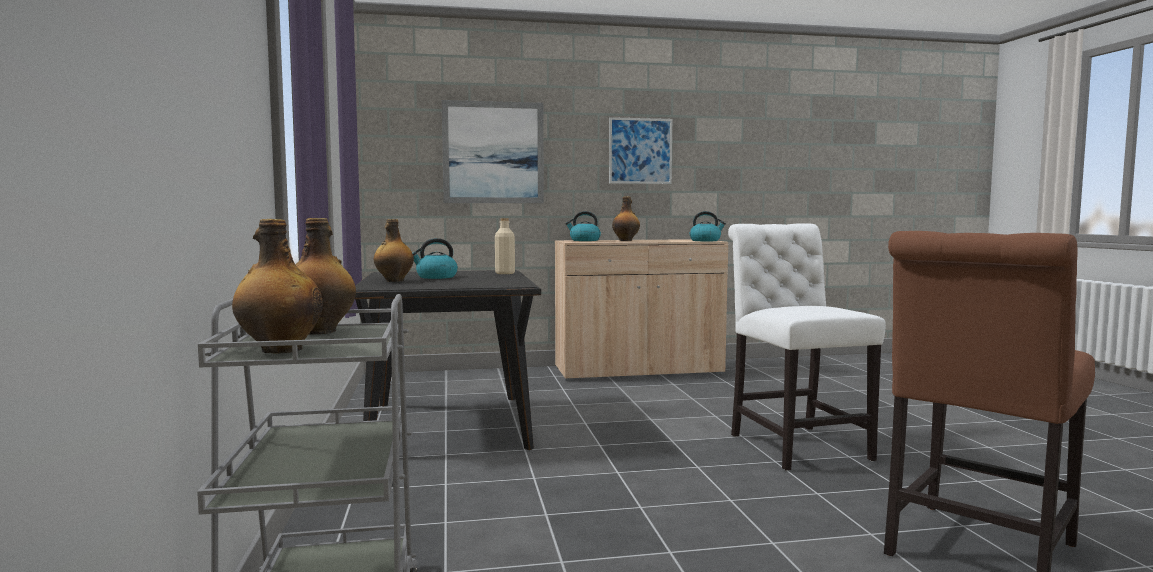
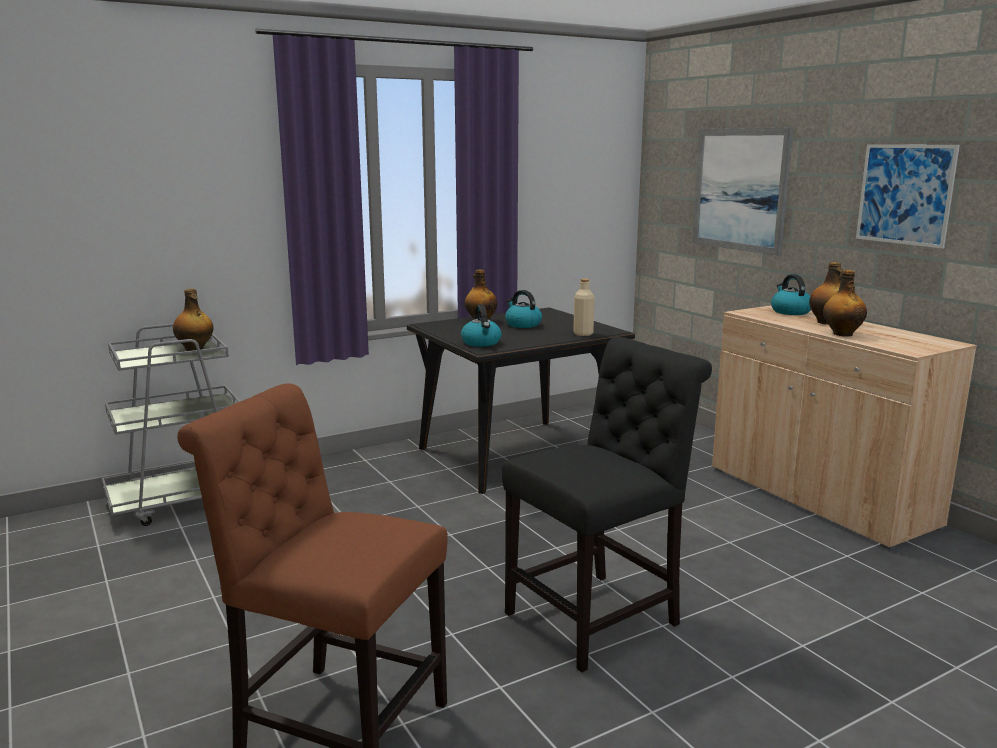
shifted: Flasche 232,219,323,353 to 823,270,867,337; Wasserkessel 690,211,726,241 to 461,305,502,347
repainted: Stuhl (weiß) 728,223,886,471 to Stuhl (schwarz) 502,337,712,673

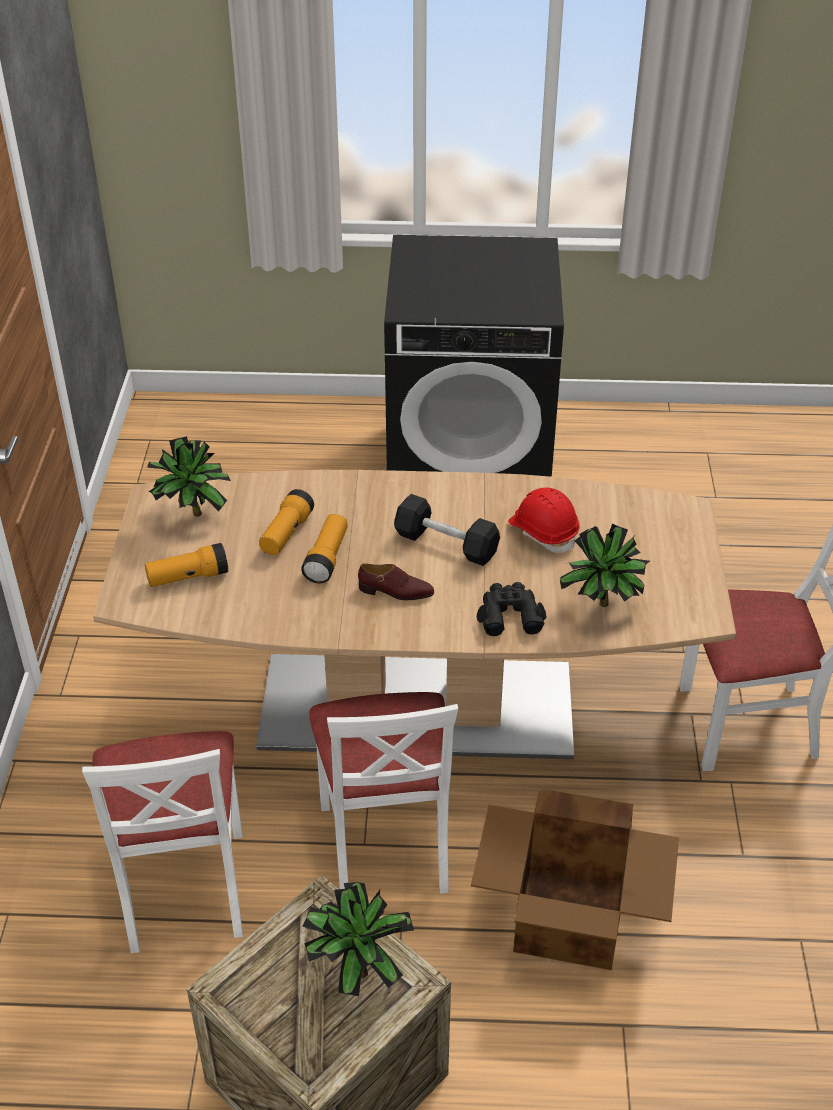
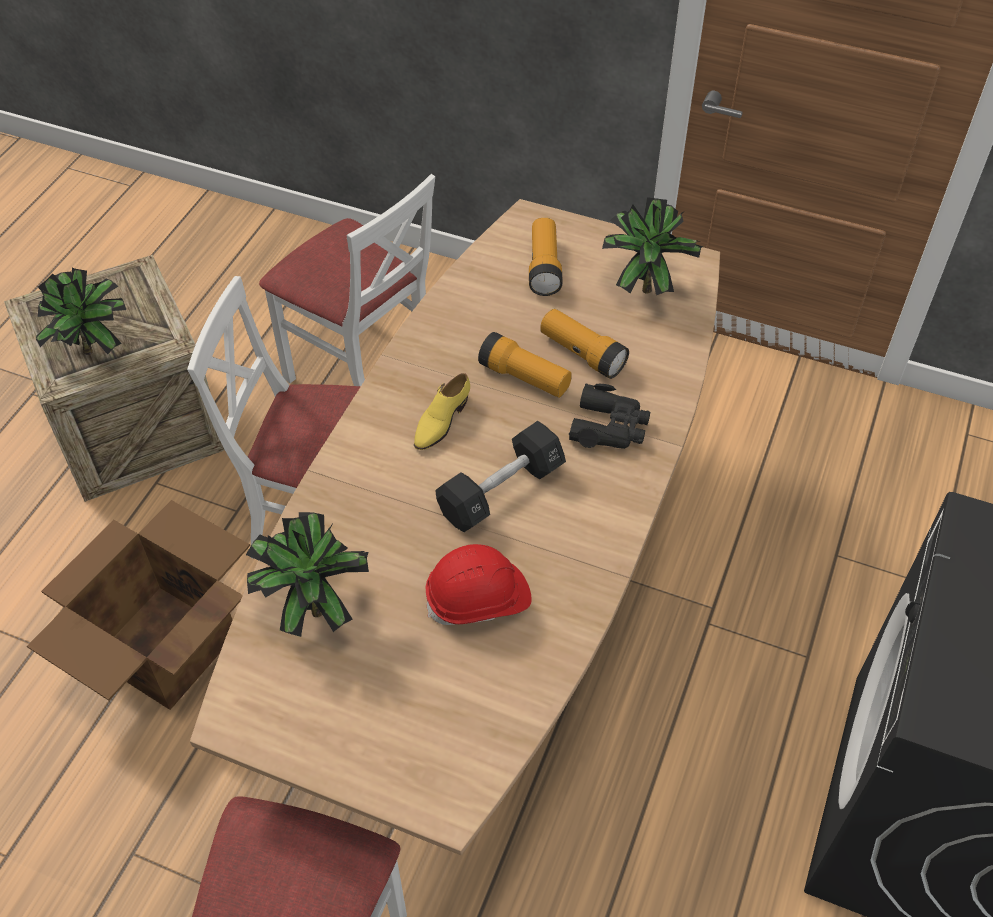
shifted: Fernglas (schwarz) 477,582,546,636 to 569,383,650,449
repainted: Schuh (braun) 358,563,434,601 to Schuh (gelb) 414,373,470,450
rotated: Stuhl (weiß) 82,731,243,953 = 259,174,435,386 150 degrees counterclockwise

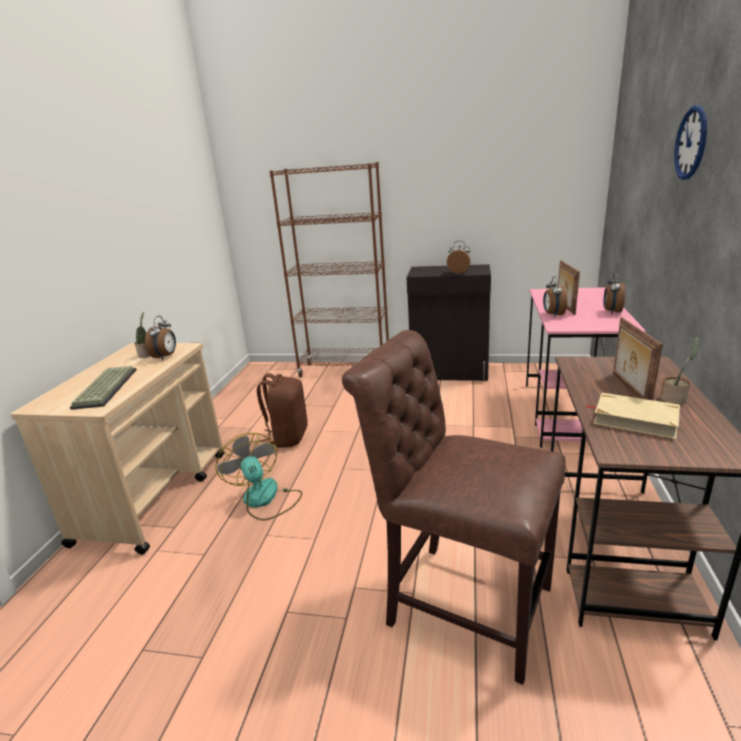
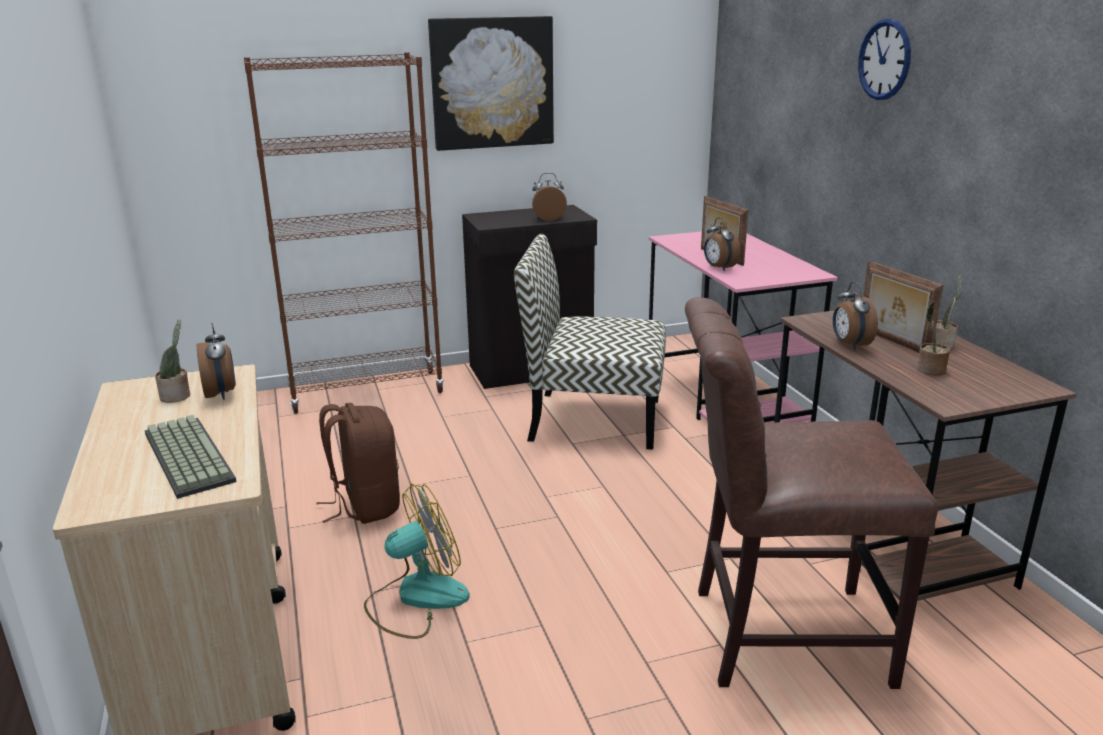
new: Bild 428,16,554,151; Stuhl 514,234,666,450
shifted: Wecker 603,273,625,314 to 833,281,878,350
swapped: Buch (beige) 585,393,680,439 to Topfpflanze 917,302,950,376
rotated: Ventilator 215,433,302,520 = 364,484,470,639 120 degrees clockwise

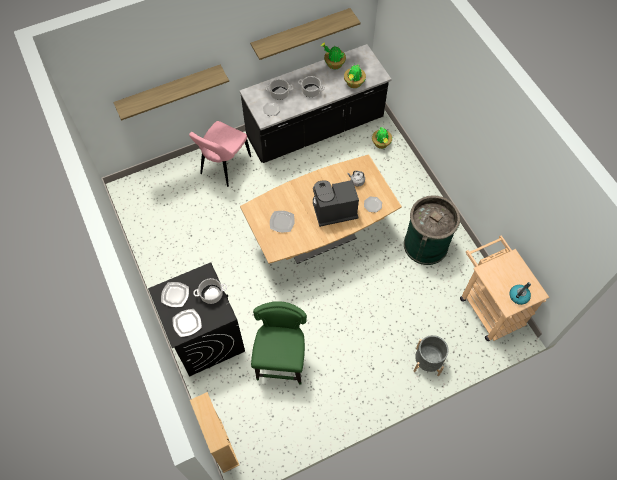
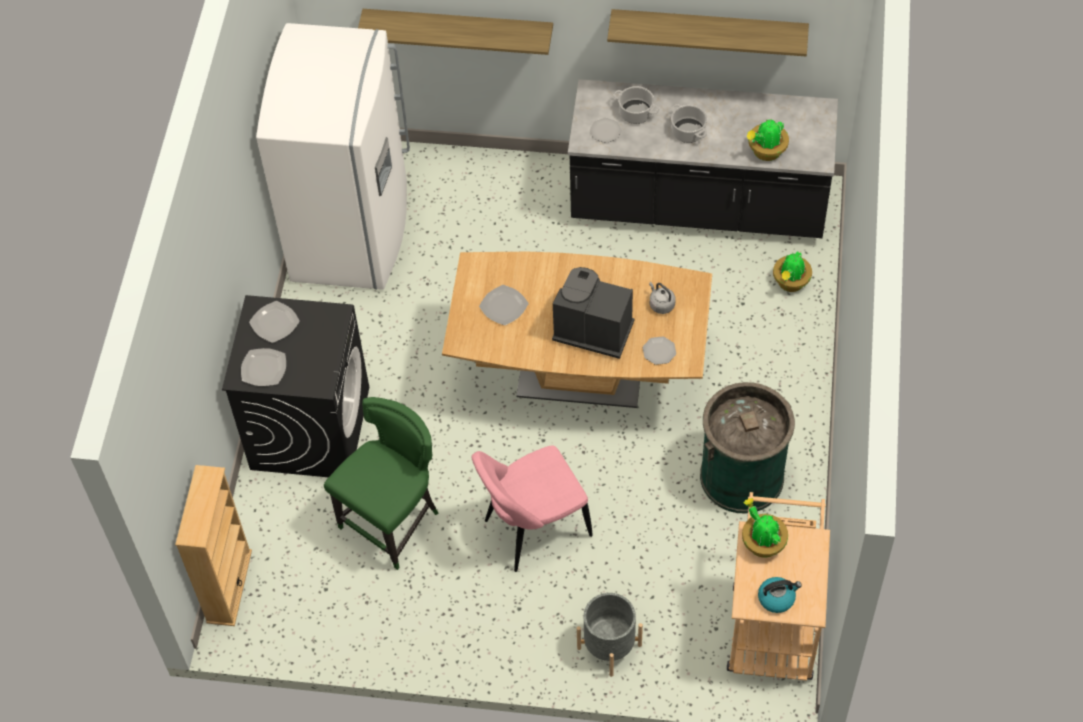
gone: Kochtopf 193,278,227,304
new: Kühlschrank (weiß) 256,23,410,290
shifted: Stuhl (rosa) 189,121,251,187 to 472,445,593,572; Topfpflanze 321,43,346,69 to 742,498,788,558

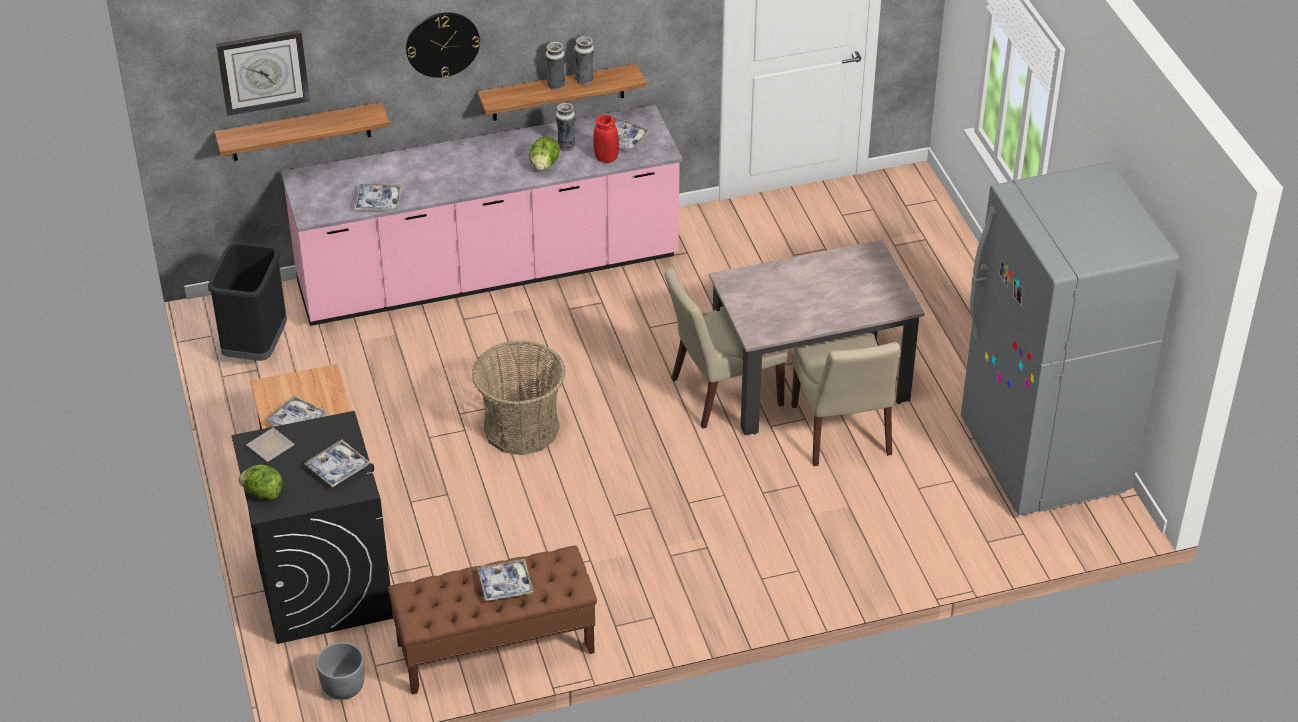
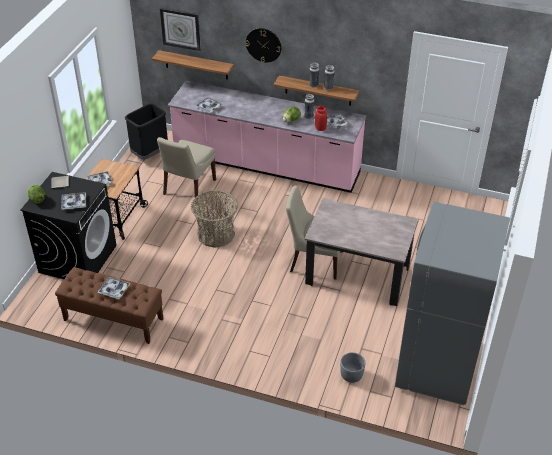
shifted: Pflanzkübel (grau) 316,642,365,700 to 340,352,365,383; Stuhl (beige) 791,333,900,466 to 157,137,216,203

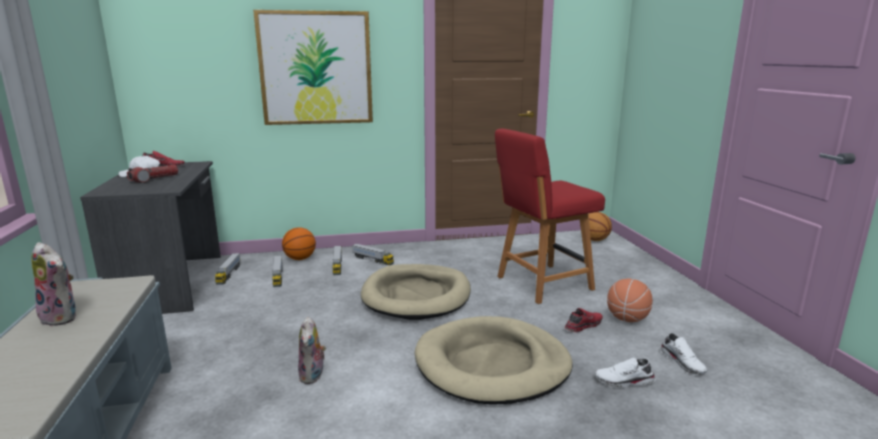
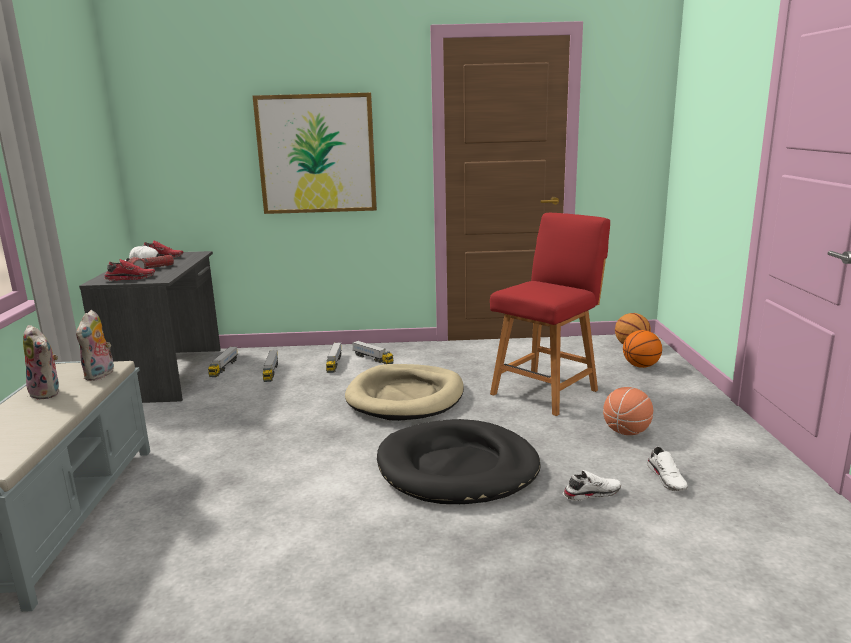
shifted: Basketball 282,227,316,260 to 623,330,662,368; Plüschtier 298,316,326,384 to 76,310,114,381; Schuh (rot) 565,308,603,332 to 104,259,155,281
repainted: Hundebett (beige) 414,316,573,405 to Hundebett (schwarz) 377,419,541,504
rotated: Stuhl (rot) 495,129,605,304 = 490,213,610,416 150 degrees clockwise; Schuh (weiß) 595,357,656,388 = 563,470,621,501 150 degrees clockwise

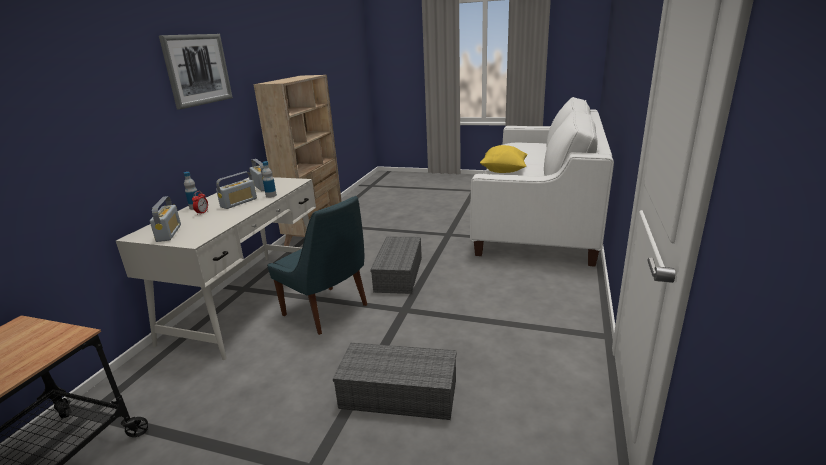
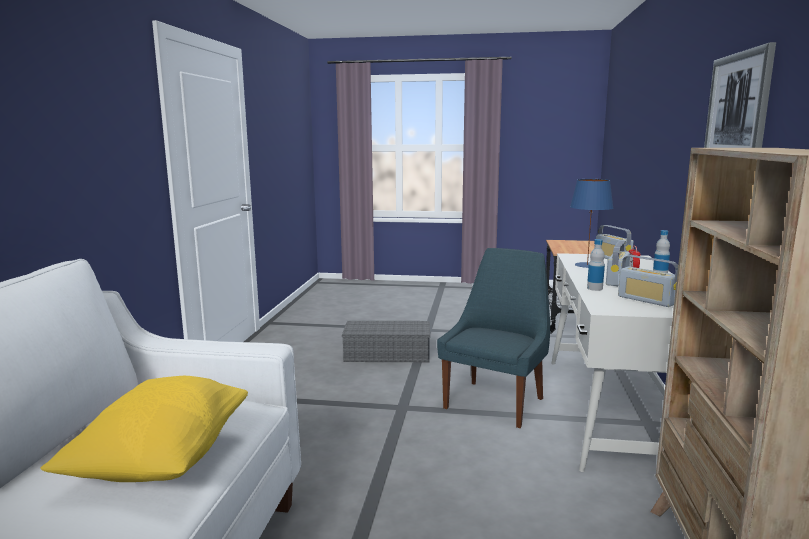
gone: Aufbewahrungsbox (grau) 370,236,422,294
new: Tischlampe (blau) 570,179,614,268
rotated: Stuhl (blau) 267,196,367,335 = 437,248,550,428 90 degrees clockwise

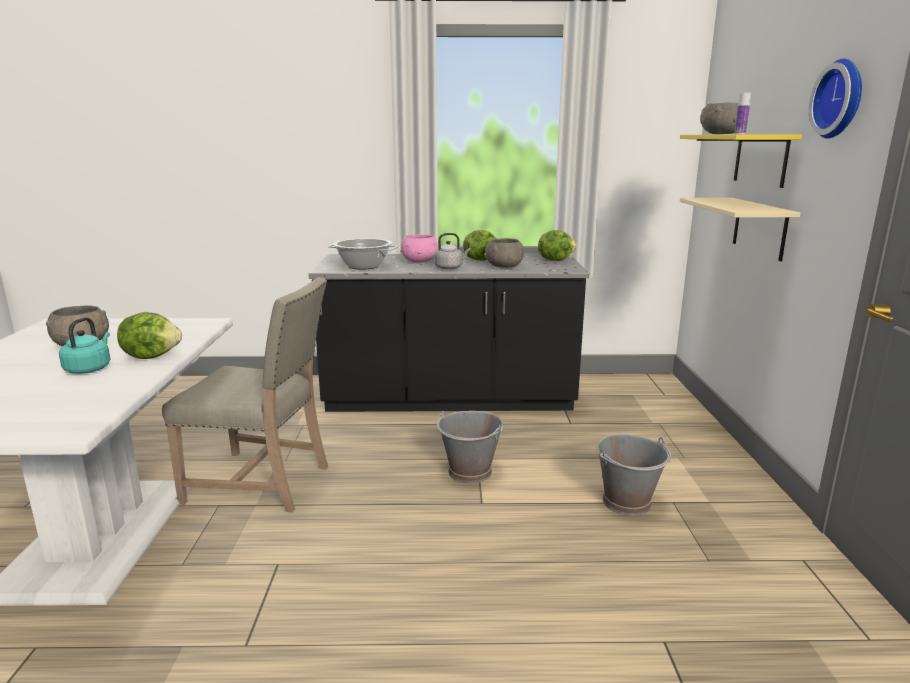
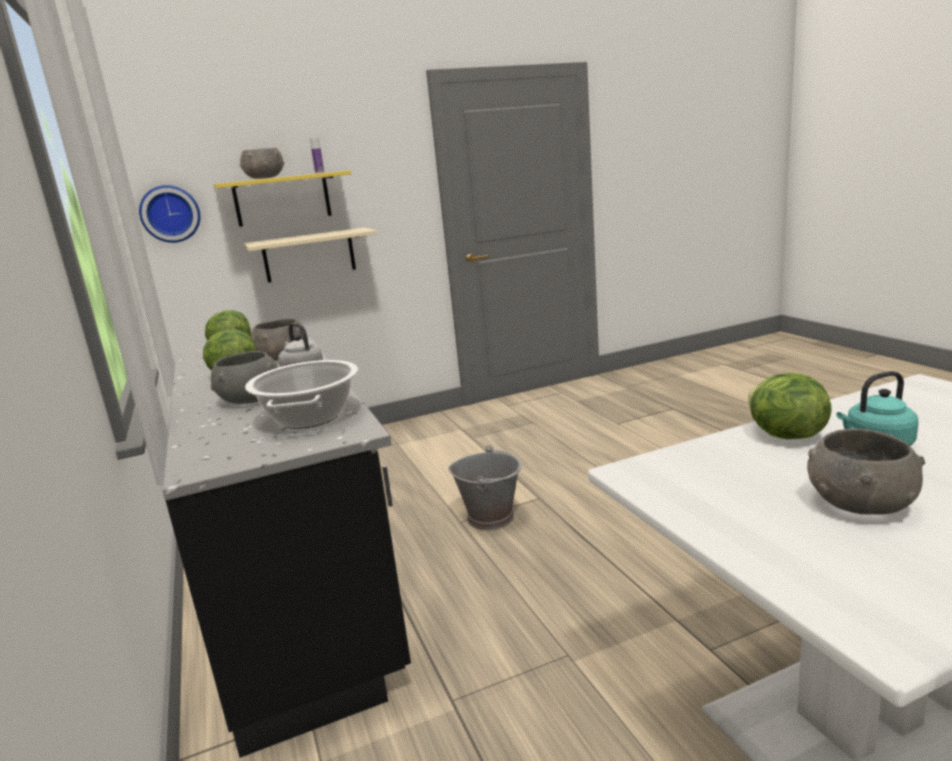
gone: Stuhl (beige) 162,277,328,513; Eimer (grau) 597,434,671,516
shifted: Wanduhr 809,59,862,139 to 139,185,200,243
repainted: Schüssel (rosa) 400,234,439,262 to Schüssel (grau) 210,351,278,404

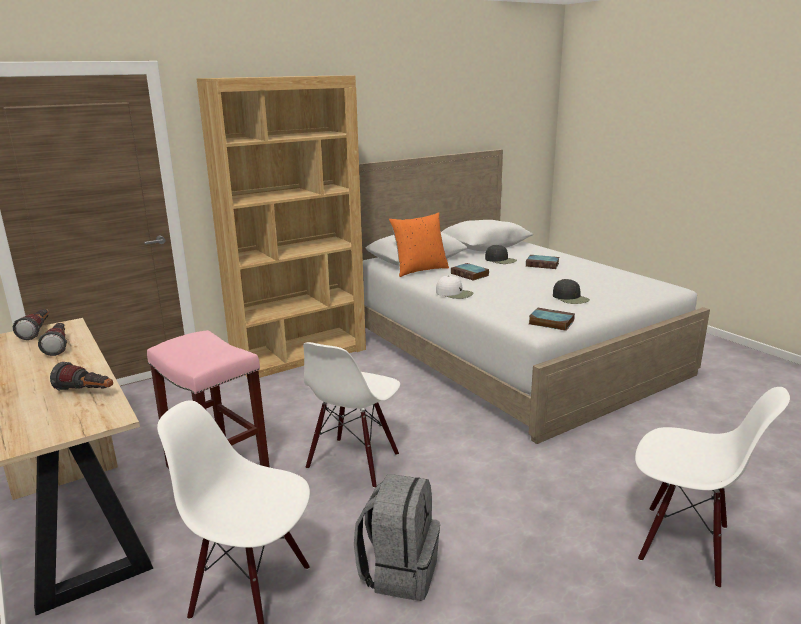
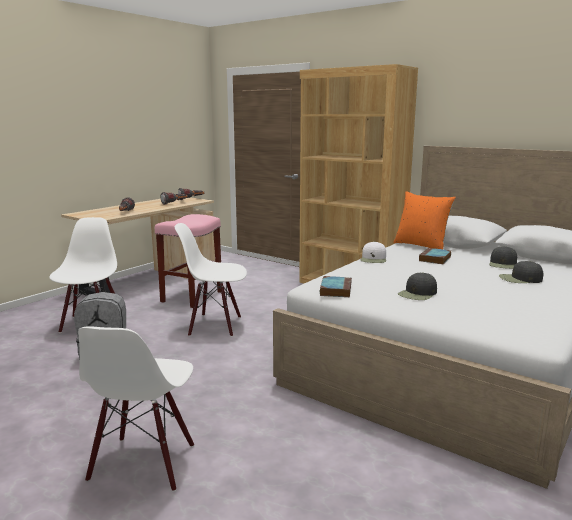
swapped: Buch 526,255,560,269 to Kappe (schwarz) 499,261,543,283

